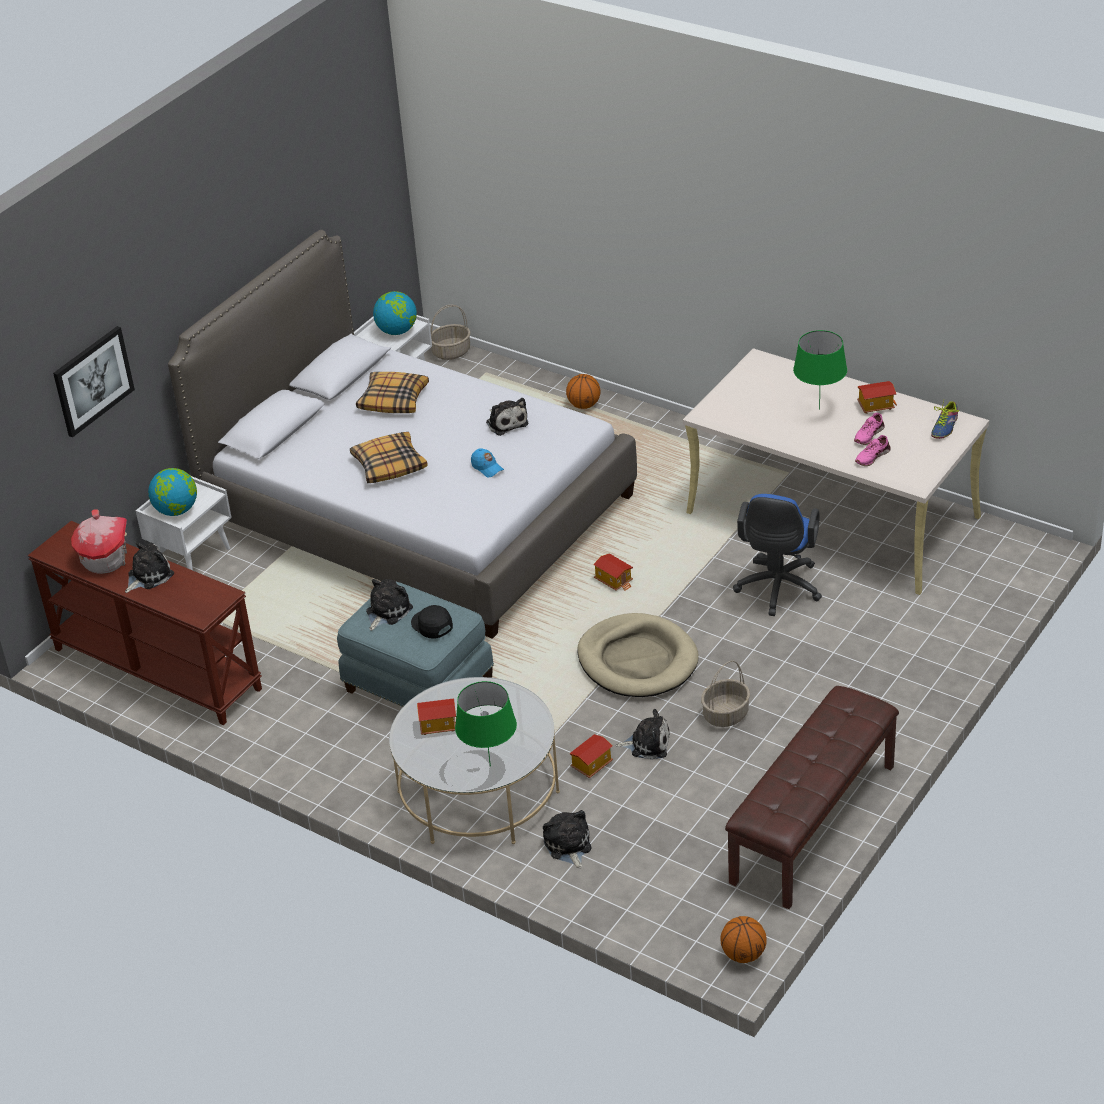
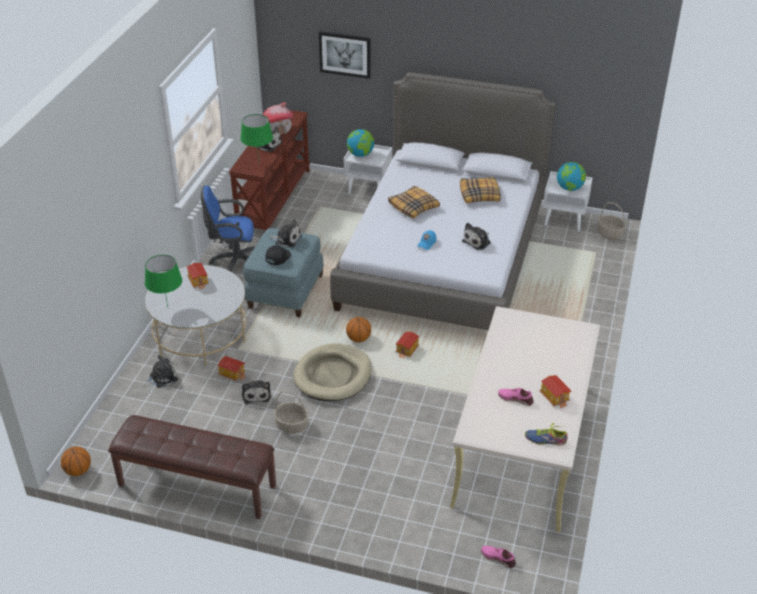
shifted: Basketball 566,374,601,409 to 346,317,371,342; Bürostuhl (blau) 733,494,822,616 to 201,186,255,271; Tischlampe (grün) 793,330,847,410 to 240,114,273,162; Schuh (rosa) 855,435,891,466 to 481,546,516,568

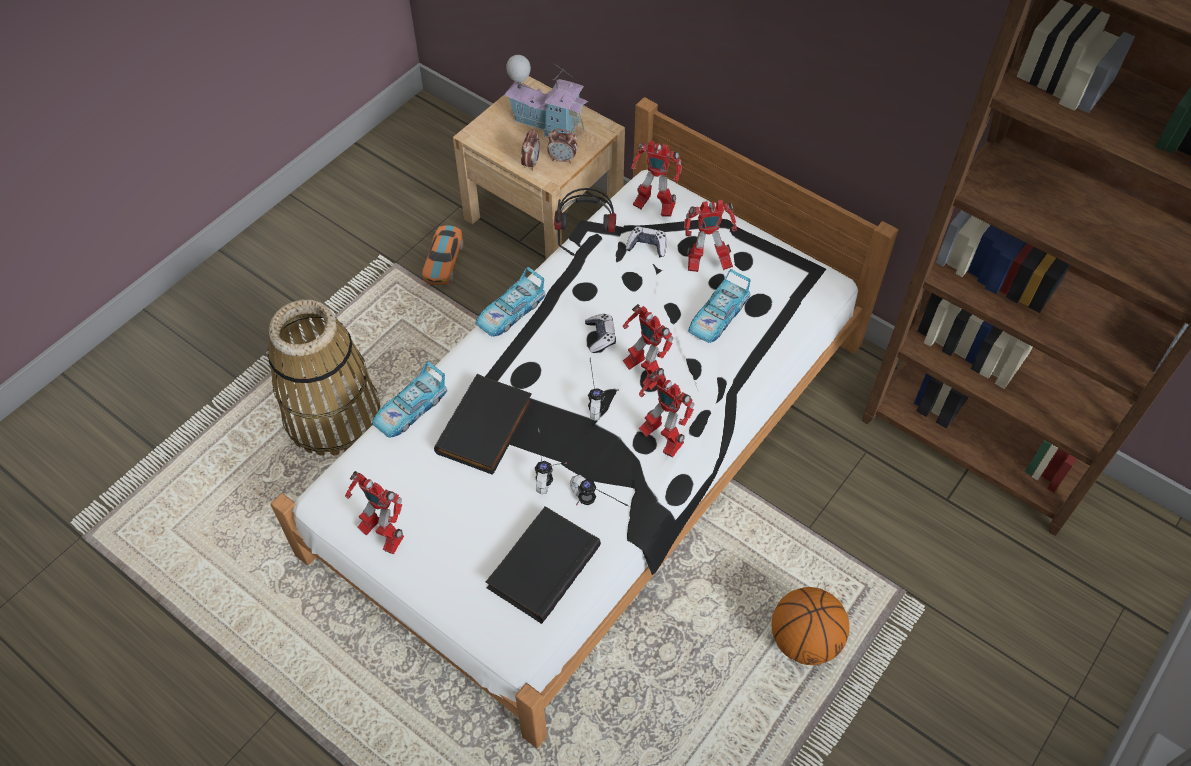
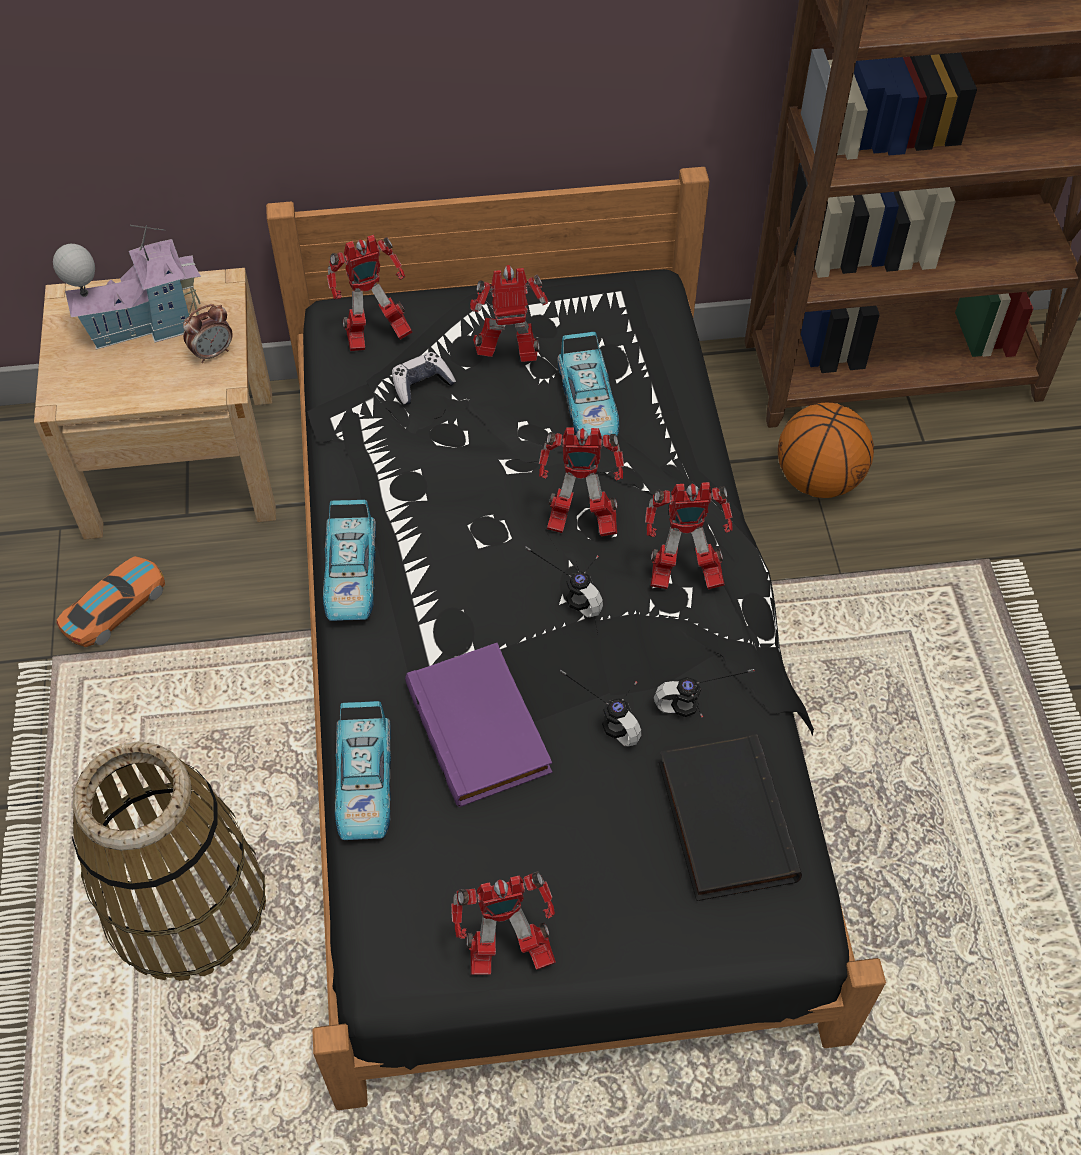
gone: Wecker 521,129,540,171; Kopfhörer 554,188,616,256; Gamepad 585,314,616,353
shifted: Basketball 771,587,850,665 to 778,403,874,498
repainted: Bett (weiß) 270,97,898,748 to Bett (schwarz) 266,167,886,1110; Buch (schwarz) 434,374,533,475 to Buch (lila) 405,643,552,807
rotated: Spielzeugauto 422,225,463,285 = 56,556,165,647 105 degrees counterclockwise; Spielzeugroboter 684,200,737,272 = 470,265,548,362 135 degrees counterclockwise

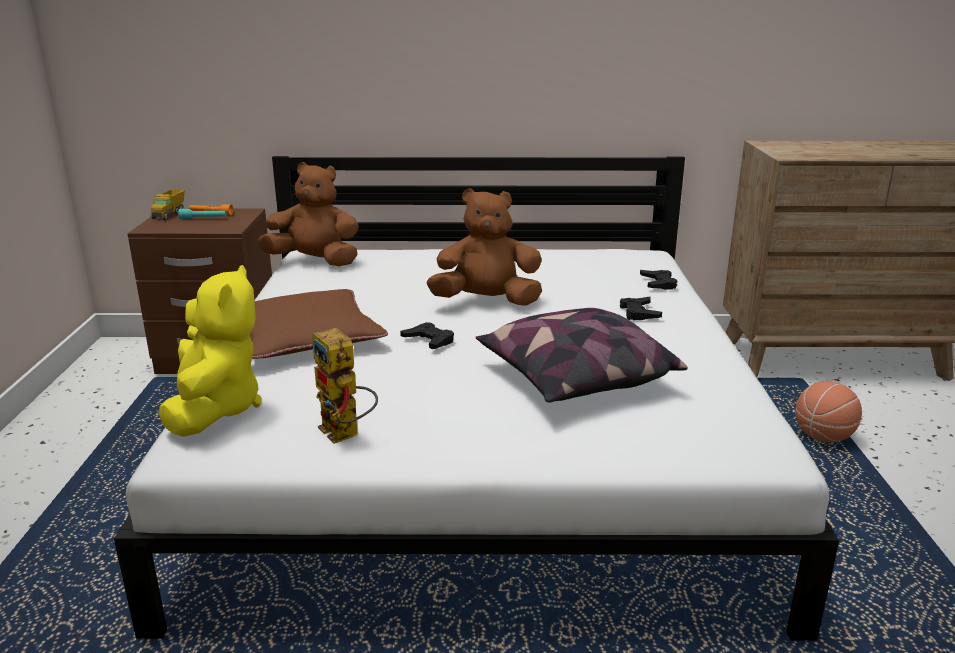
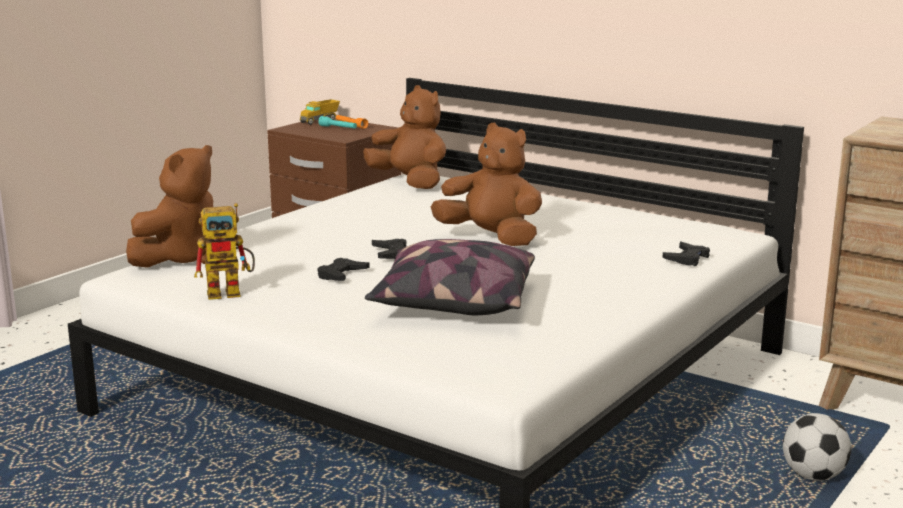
gone: Kissen (braun) 250,289,388,359
shifted: Gamepad (schwarz) 620,297,662,320 to 317,258,370,281
swapped: Basketball 795,381,862,443 to Fußball 783,413,851,481
repainted: Plüschtier (gelb) 159,265,262,437 to Plüschtier (braun) 126,145,213,268
rotated: Spielzeugroboter 312,328,378,444 = 194,203,255,300 105 degrees counterclockwise

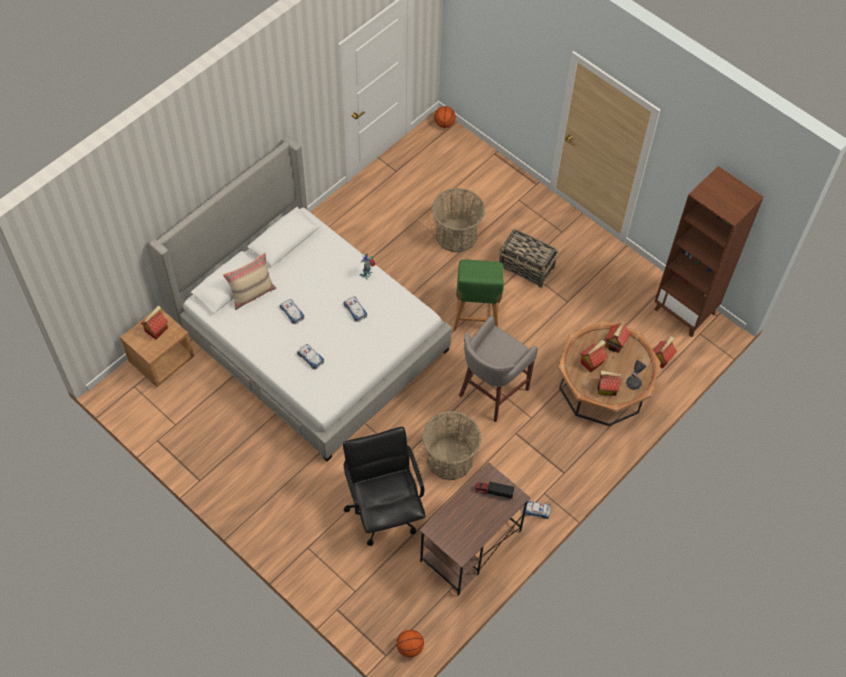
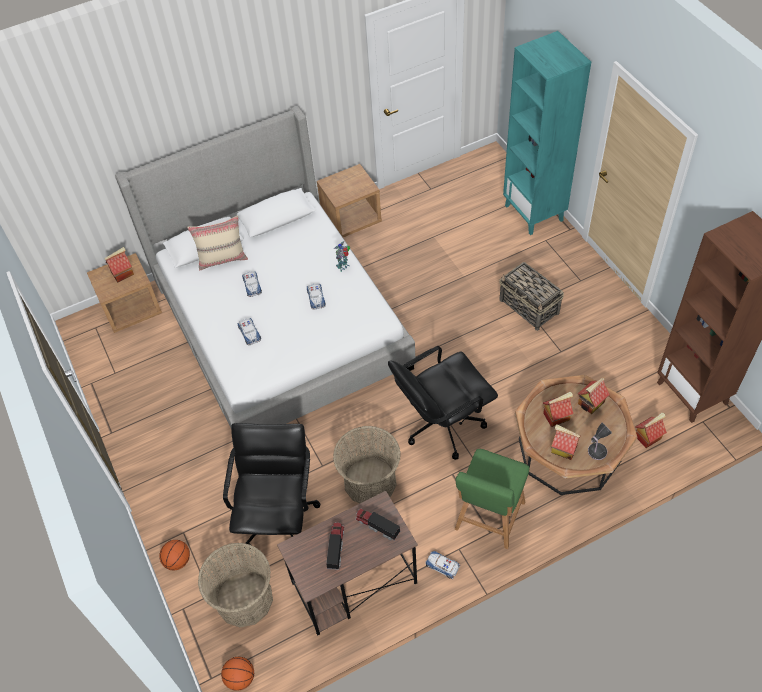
new: Nachttisch (braun) 317,164,382,237; Spielzeuglaster 326,522,344,570; Bücherregal (türkis) 503,31,591,235
shifted: Korb 432,188,485,252 to 198,543,273,628; Basketball 434,106,456,128 to 159,540,190,570; Hocker (grün) 453,259,504,331 to 455,449,529,549
swapped: Hocker (grau) 459,316,538,422 to Bürostuhl (schwarz) 388,346,498,460

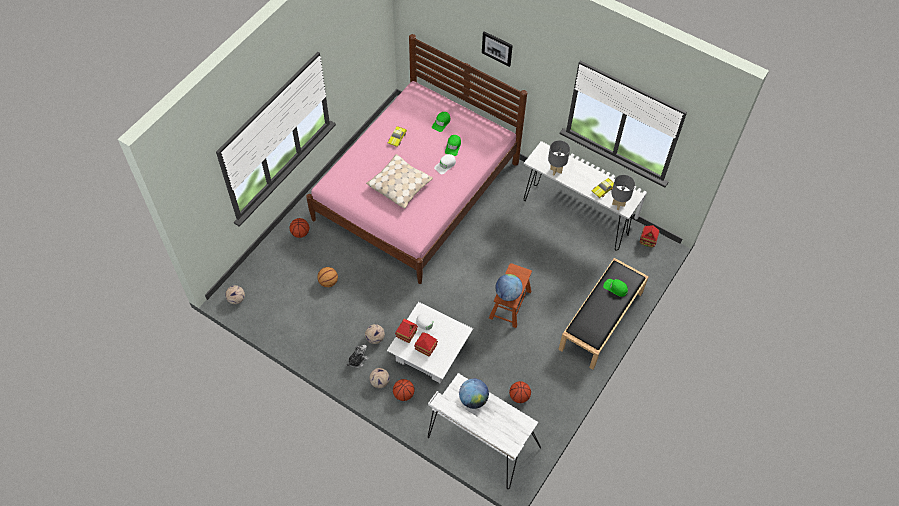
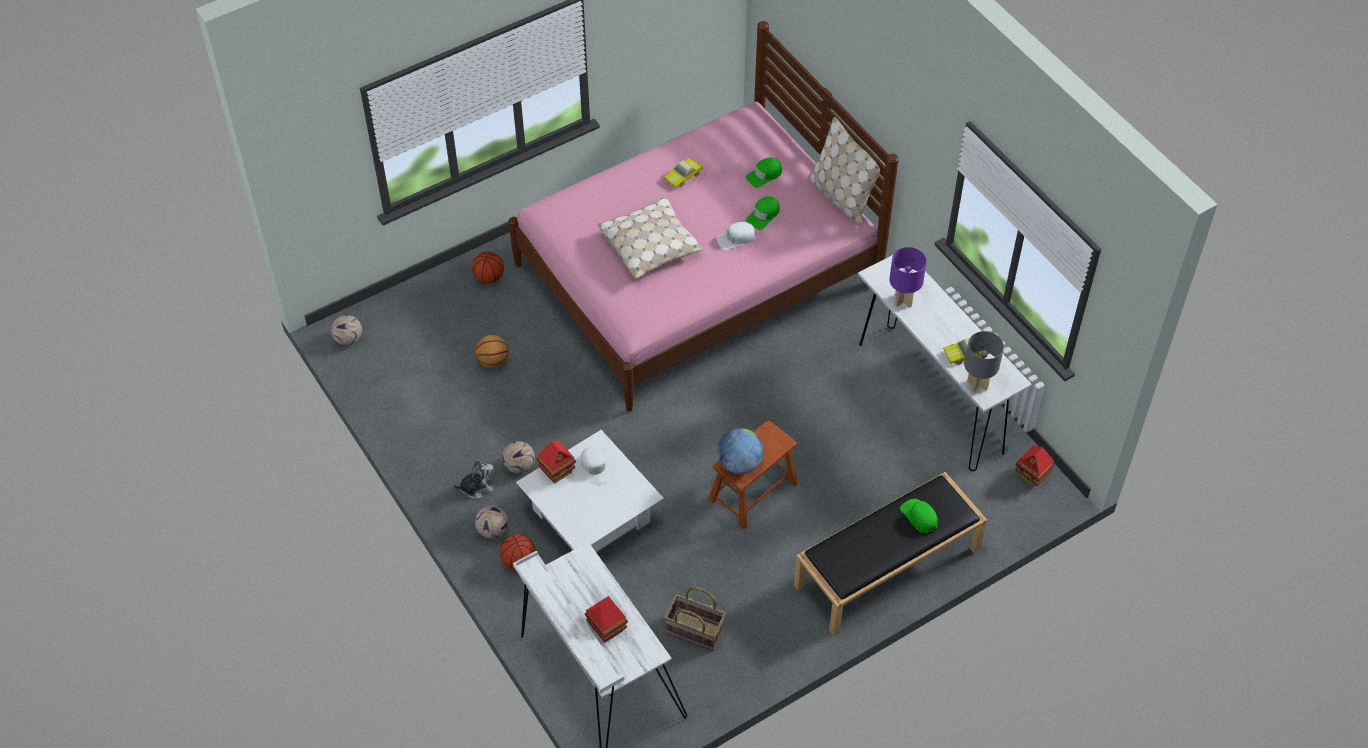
gone: Globus 459,379,489,409; Bild 482,31,513,67
new: Kissen (beige) 808,117,885,225
shifted: Spielzeughaus 414,332,438,357 to 585,596,628,643
swapped: Basketball 509,381,531,403 to Korb 664,587,726,651
repainted: Tischlampe (grau) 548,140,570,176 to Tischlampe (lila) 889,247,927,308

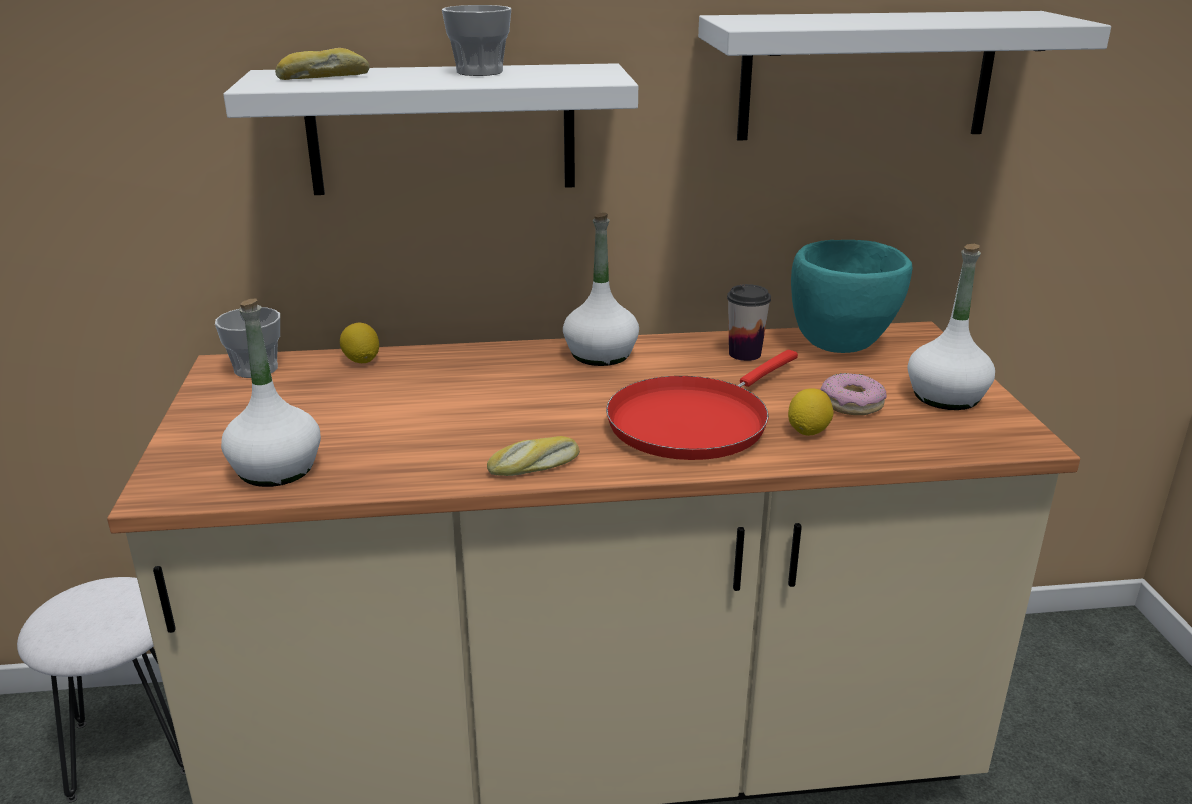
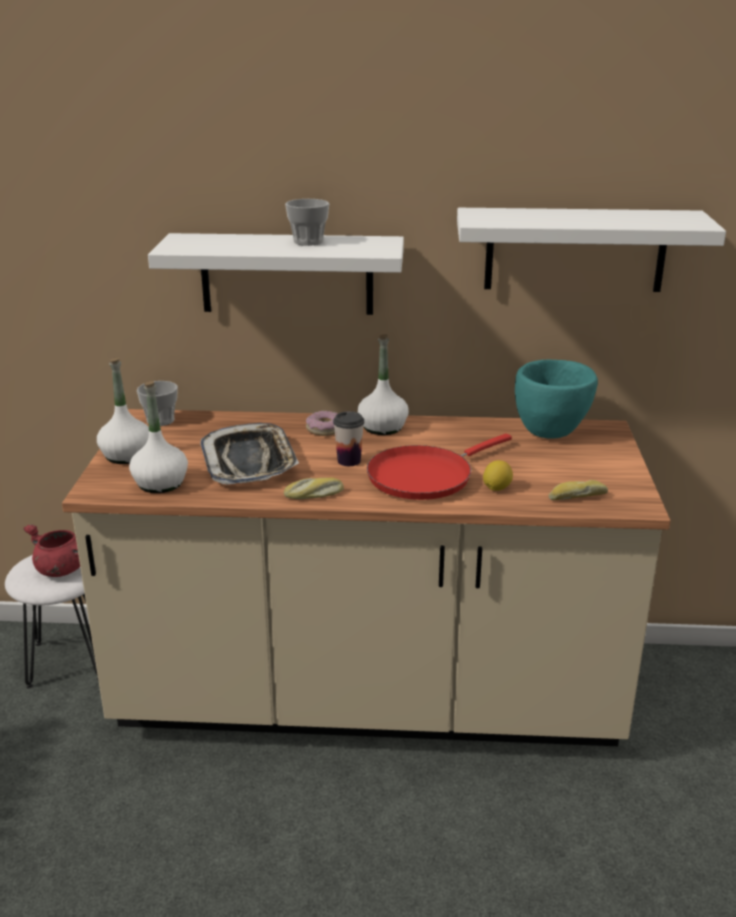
gone: Zitrone 340,323,379,363
new: Kochtopf (rot) 23,524,80,577; Tablett 200,423,299,485
shifted: Brot 275,48,369,80 to 548,480,608,500; Tasse 727,284,771,361 to 333,411,364,466; Donut 820,373,887,415 to 306,411,338,436; Flasche (weiß) 908,244,995,410 to 97,358,149,464

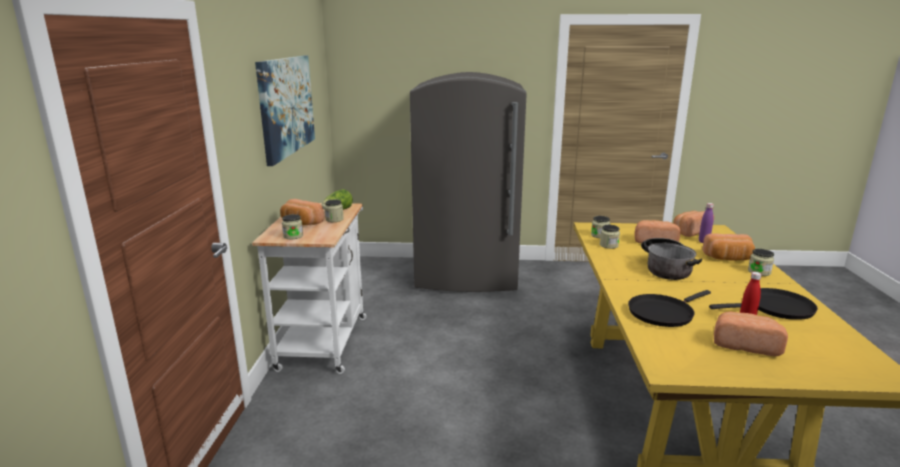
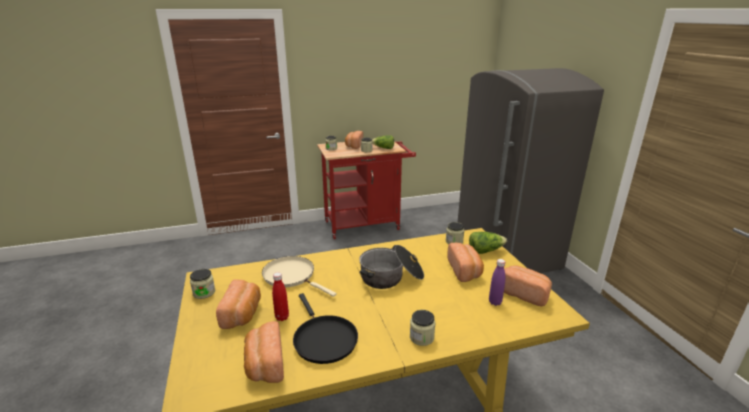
gone: Bild 255,56,315,166
new: Salatkopf 469,232,507,254
shifted: Vorratsglas 600,225,620,249 to 190,269,215,299; Brot 702,233,755,261 to 244,321,284,383
repainted: Rollwagen (weiß) 252,203,366,374 to Rollwagen (rot) 317,141,416,239; Pfanne (schwarz) 628,290,711,327 to Pfanne (beige) 262,256,336,297

